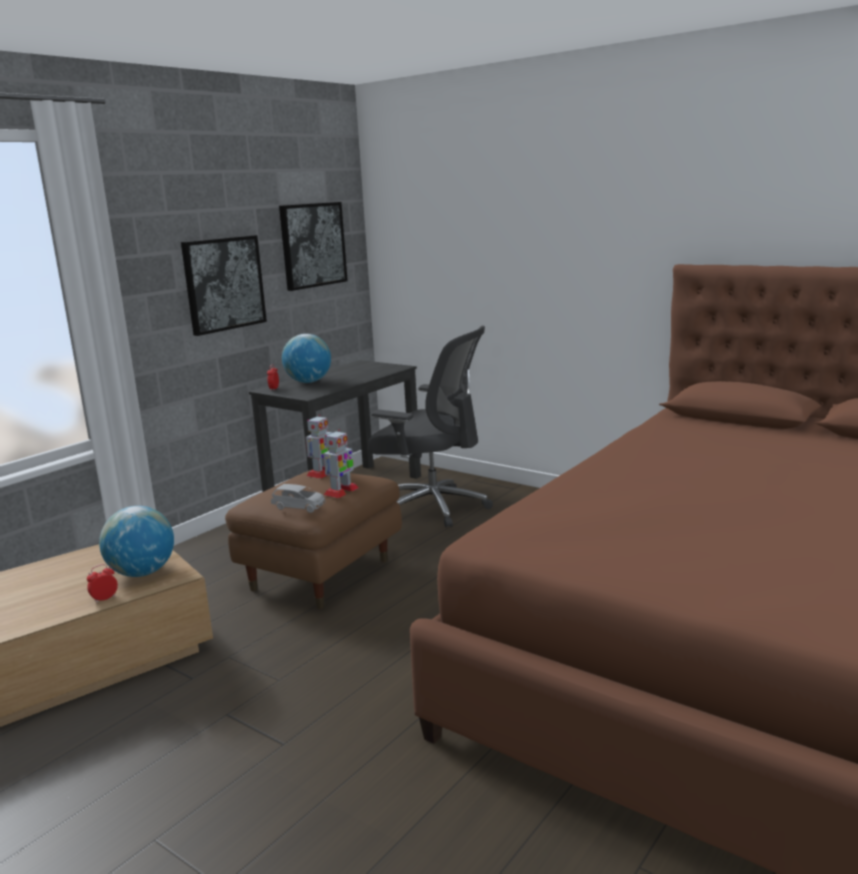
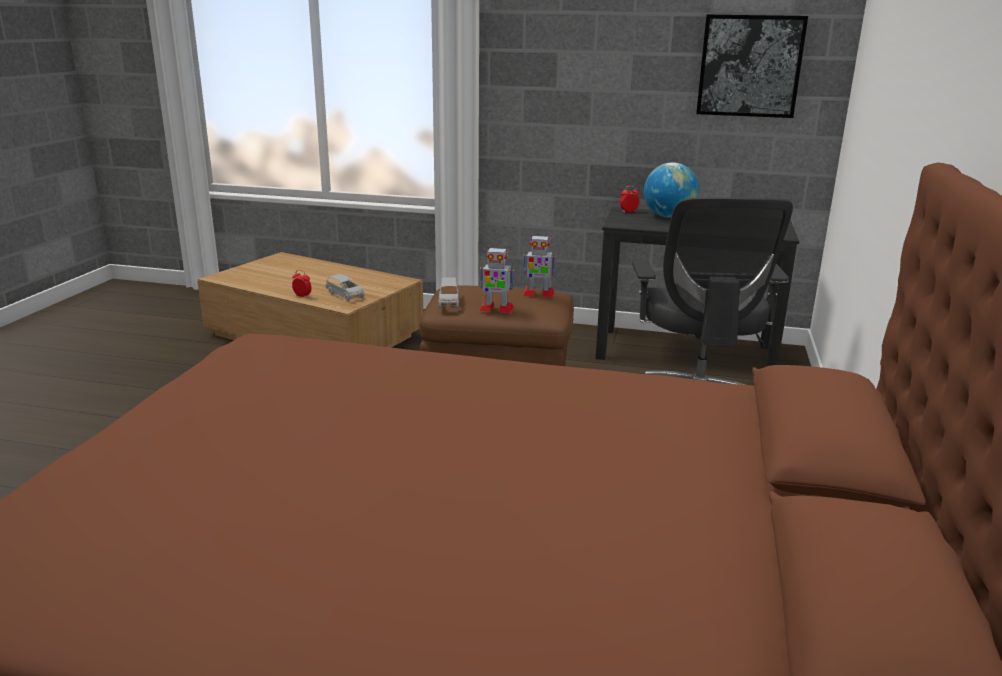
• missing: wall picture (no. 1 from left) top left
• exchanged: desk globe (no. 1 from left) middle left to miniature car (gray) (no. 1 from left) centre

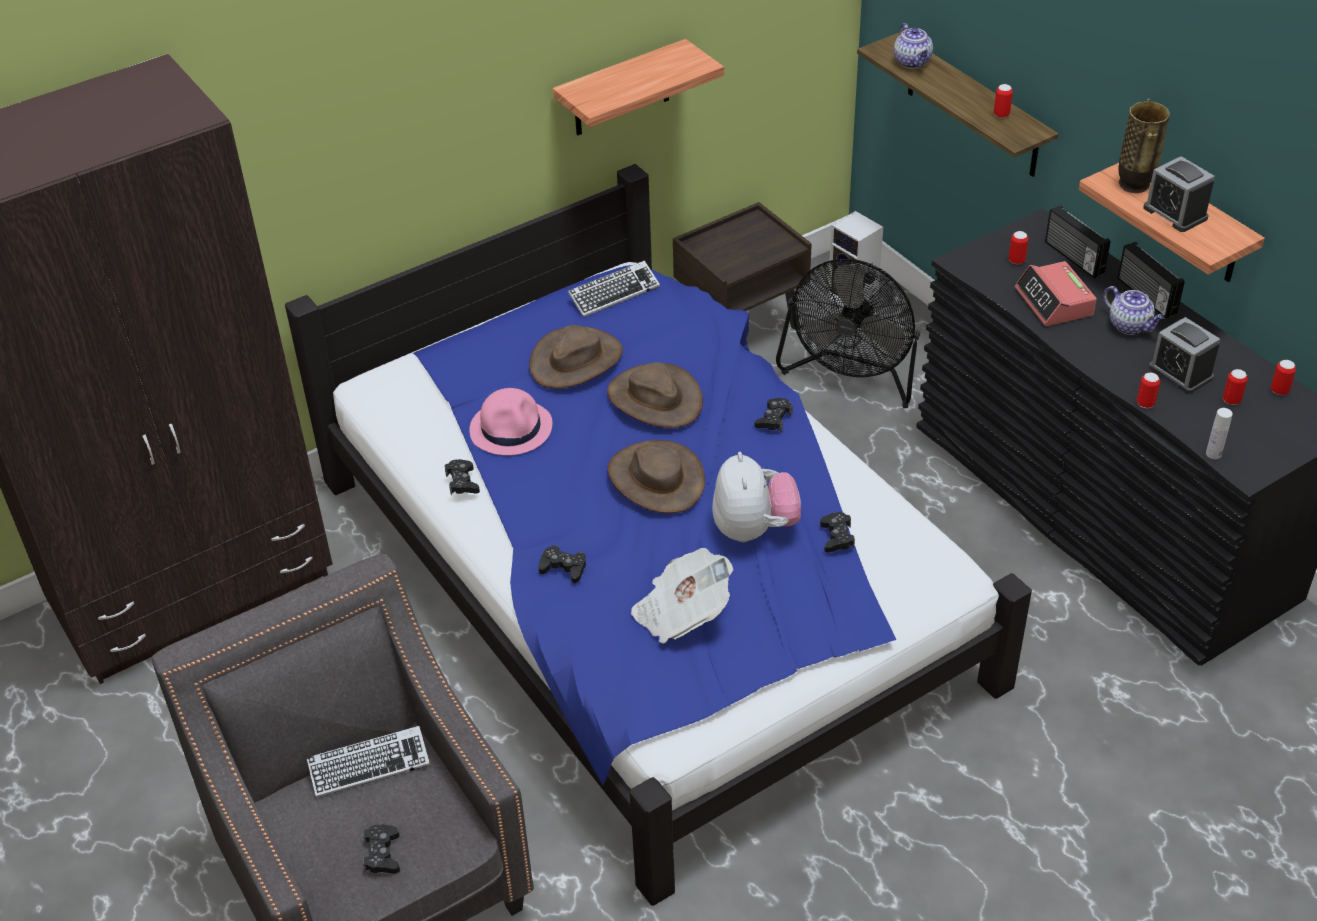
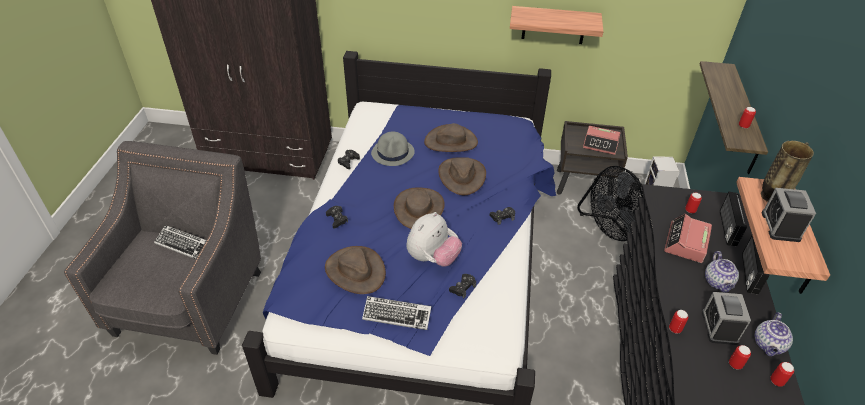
• relocated: tea pot (no. 1 from left in the first image) top right to tea pot (no. 2 from left) bottom right
• relocated: computer keyboard (no. 2 from left) top centre to bottom centre
• colour: wearable hat (pinkish) centre to wearable hat (gray) centre
• missing: beverage bottle (white-coloured) middle right
• exchanged: printed paper centre to wearable hat (brown) (no. 1 from left) bottom centre
• missing: joypad (black-coloured) (no. 1 from left) bottom left
• appeared: table clock (no. 1 from left) middle right

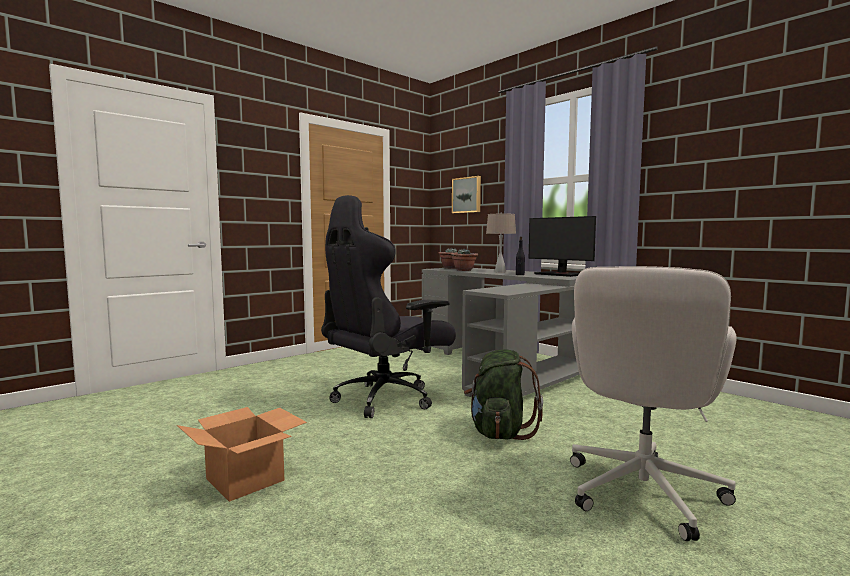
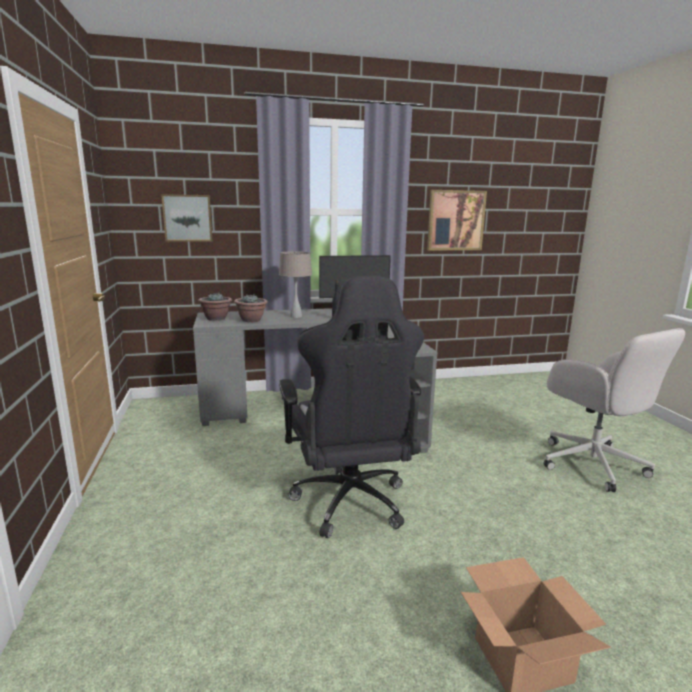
• missing: rucksack (green-coloured) bottom centre
• appeared: wall picture (no. 2 from left) top centre

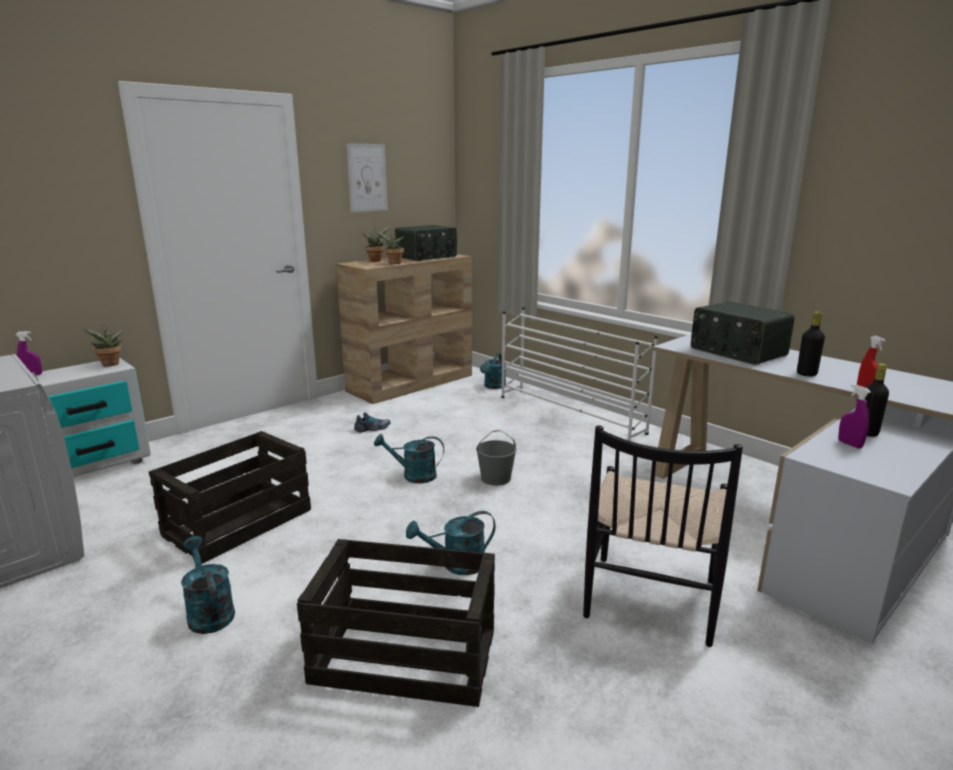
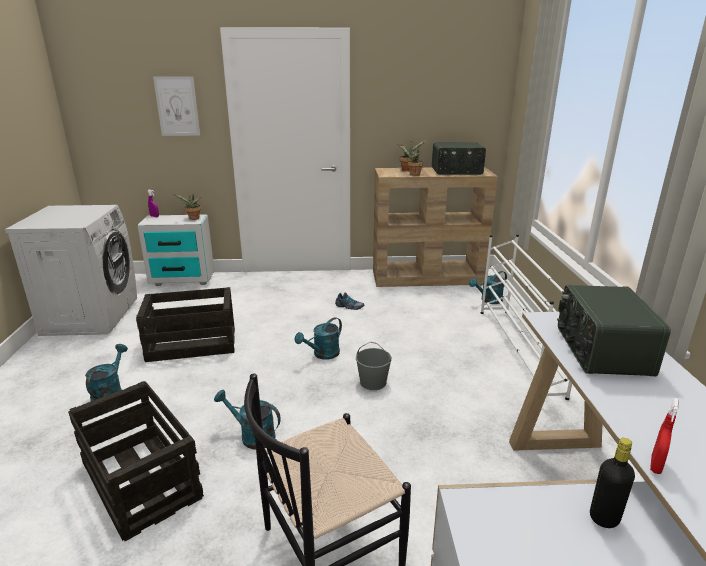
• relocated: wall picture top centre to top left
• missing: beverage bottle (black-coloured) (no. 1 from left) middle right
• missing: hand sprayer (purplish) (no. 2 from left) middle right
• spun: watering can (turquoise-coloured) (no. 2 from left in the first image) centre = centre 90 degrees counterclockwise

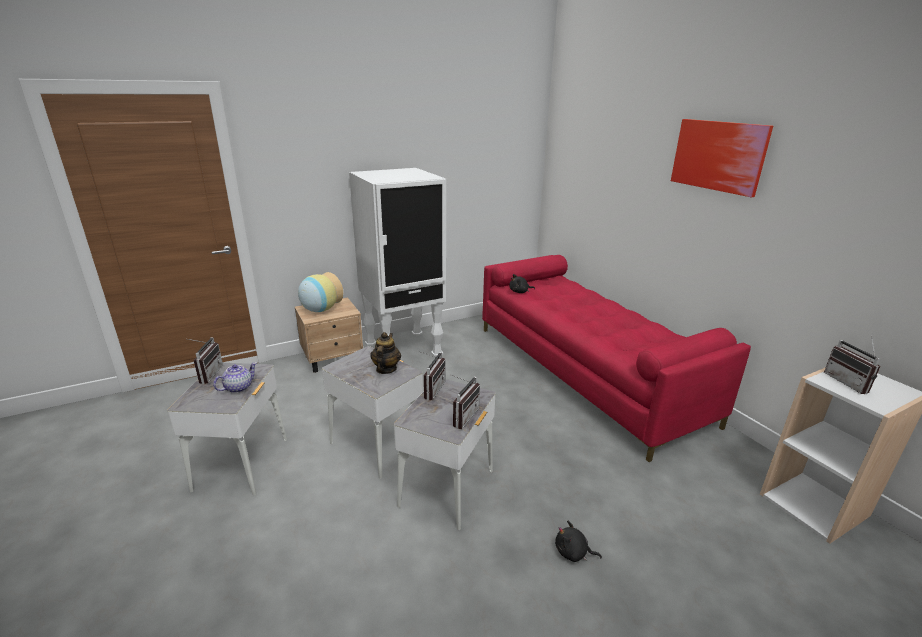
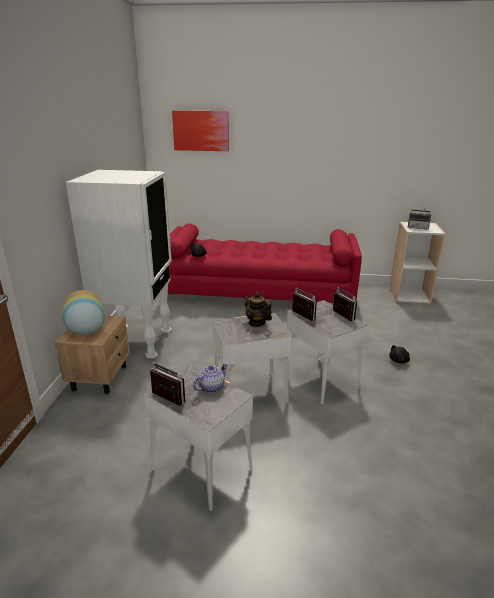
• relocated: wall picture top right to top centre
• spun: tea pot (no. 1 from left) middle left = centre 60 degrees clockwise

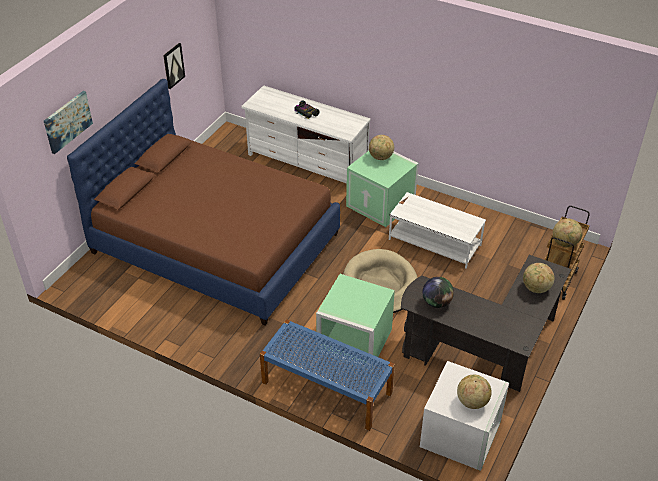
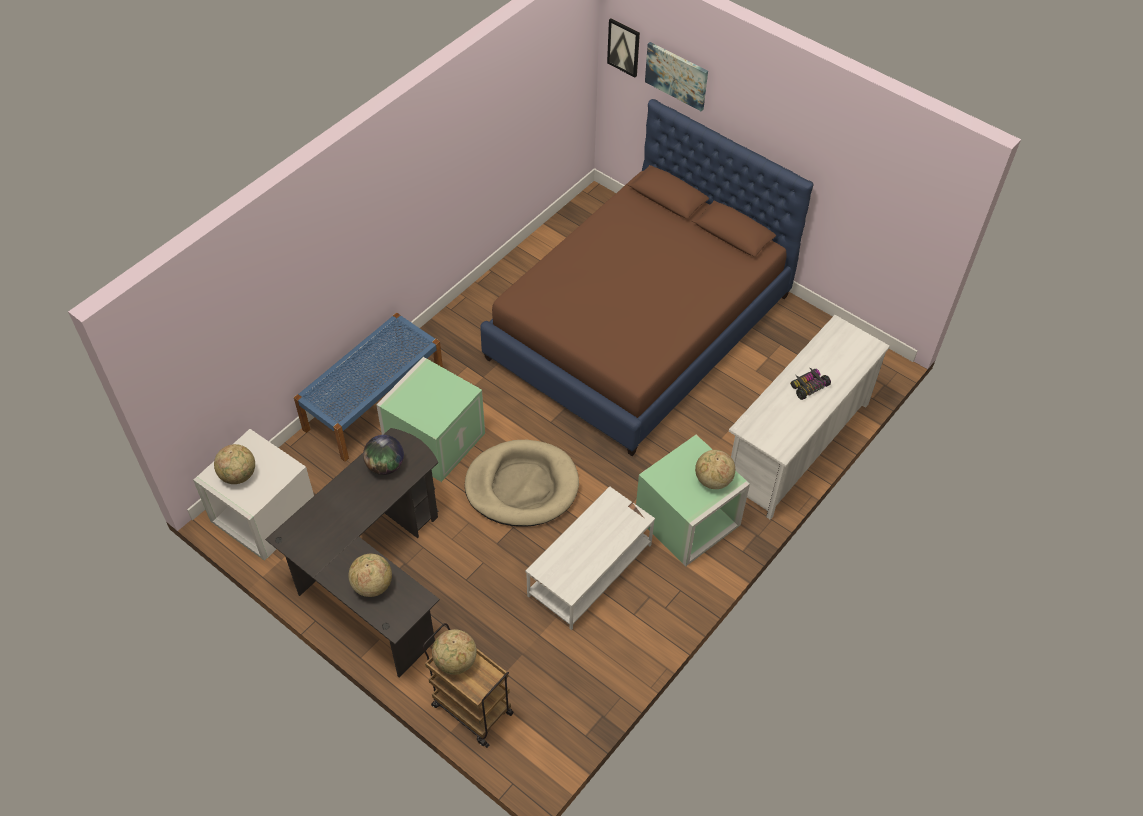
• relocated: wall picture (no. 2 from left in the first image) top left to wall picture (no. 1 from left) top centre

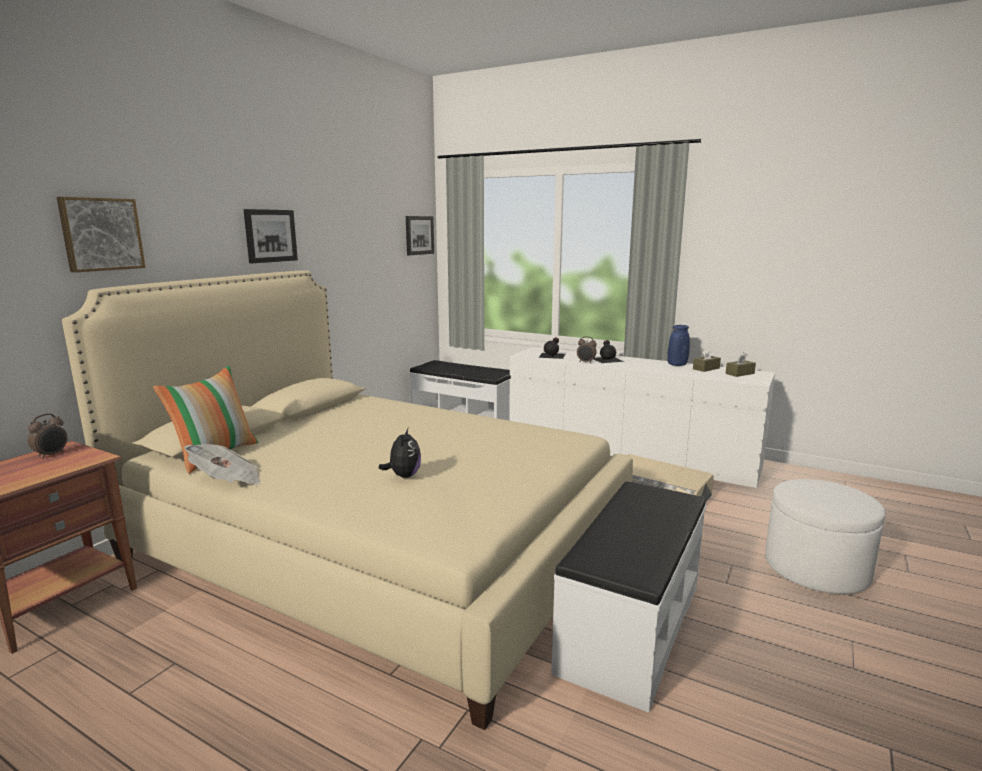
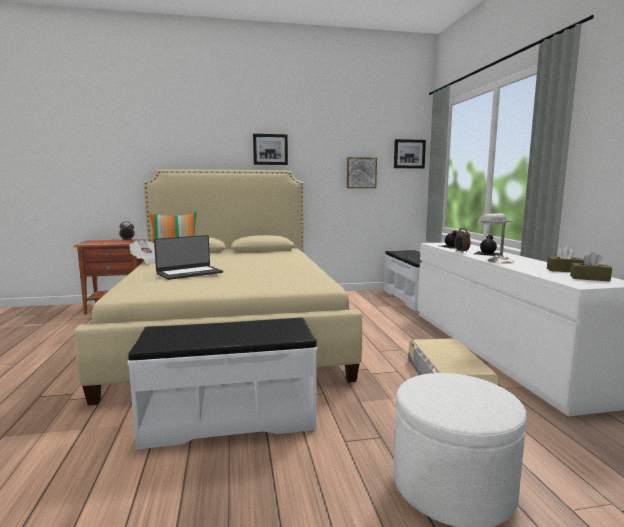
• relocated: wall picture (no. 1 from left in the first image) top left to wall picture (no. 2 from left) top centre
• missing: vase (blue) middle right
• exchanged: plush toy centre to notebook computer middle left
• appeared: lamp for a table (white-coloured) middle right

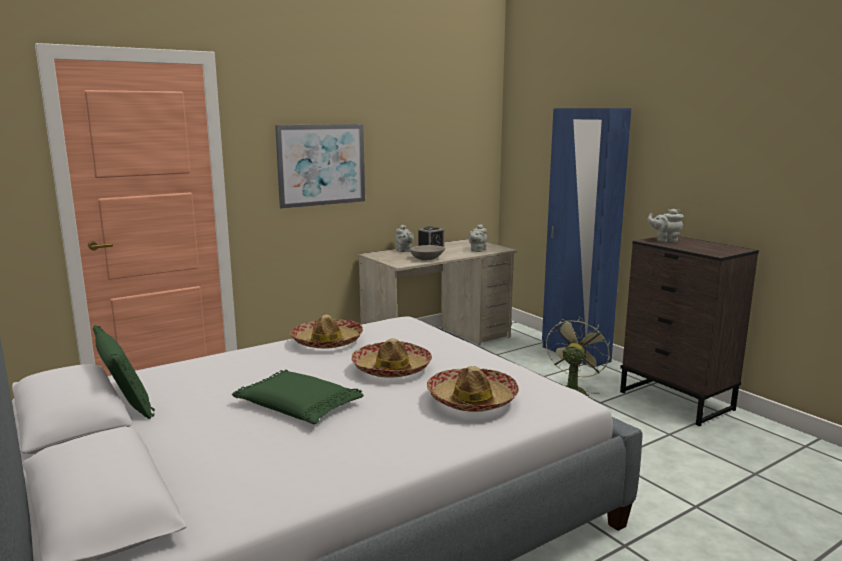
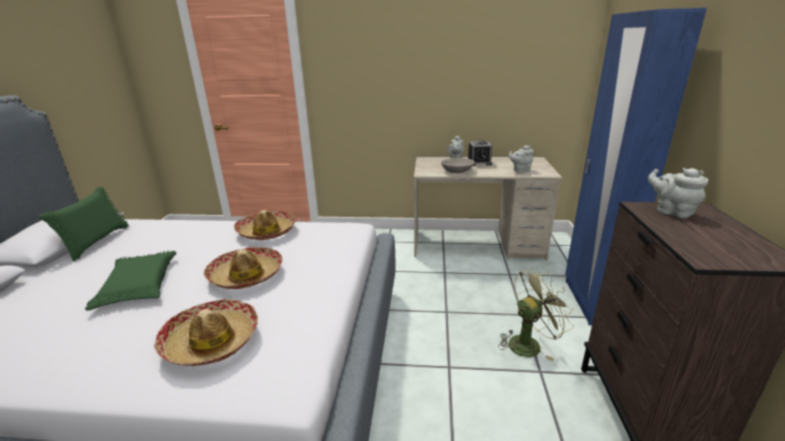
• missing: wall picture top centre

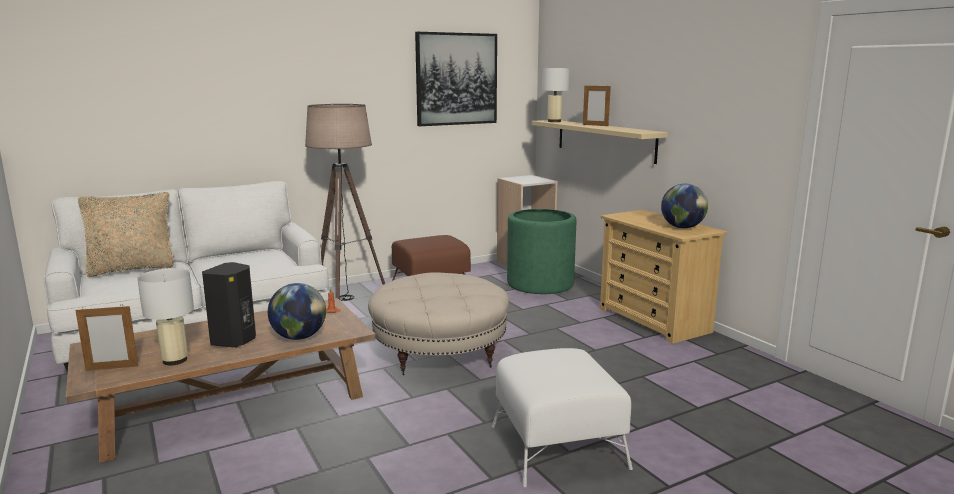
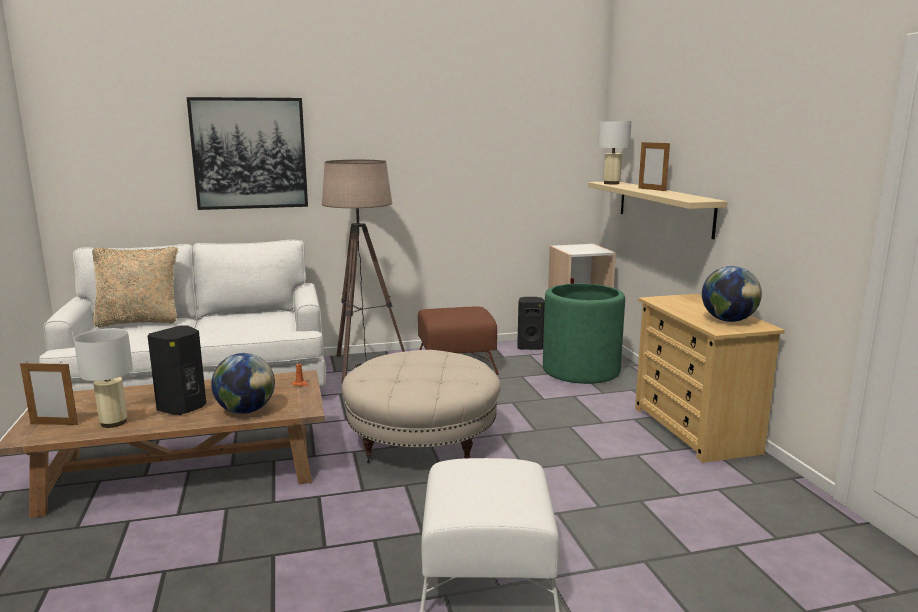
• relocated: wall picture top centre to top left
• appeared: audio speaker (black-coloured) (no. 2 from left) centre

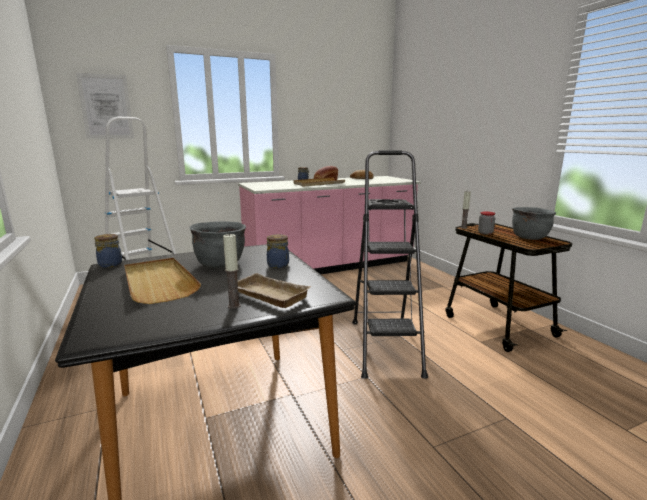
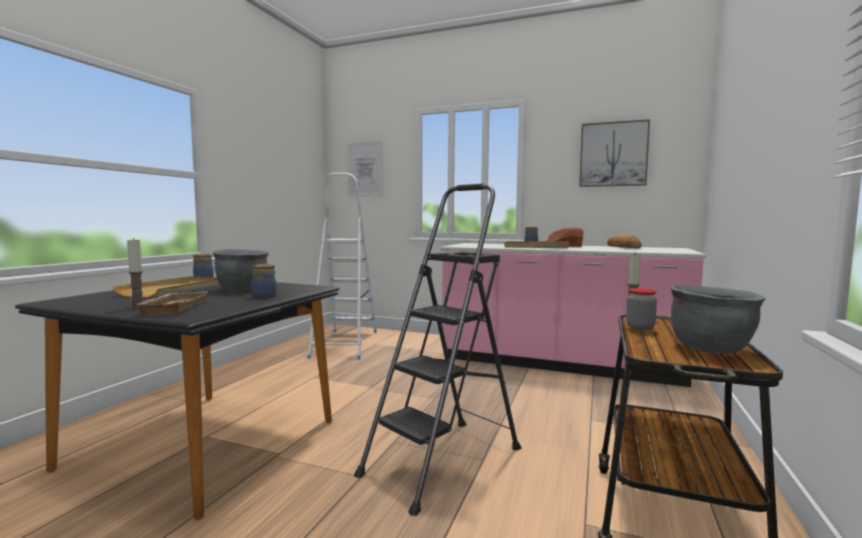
• appeared: wall picture (no. 2 from left) top right

